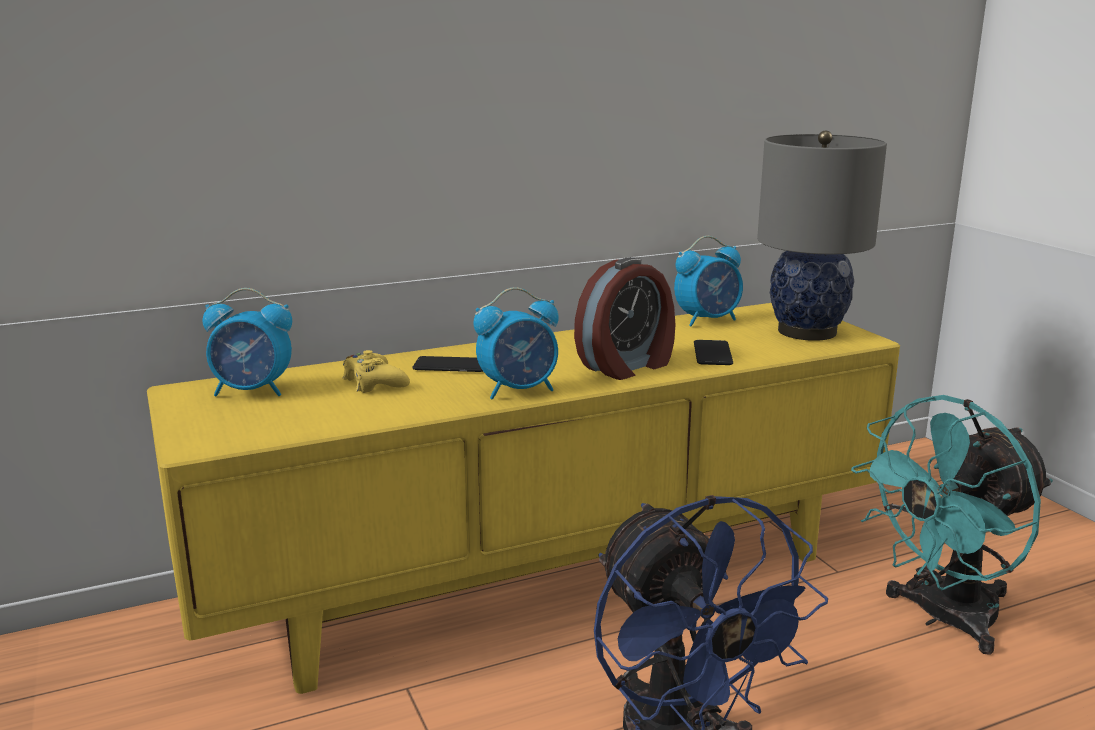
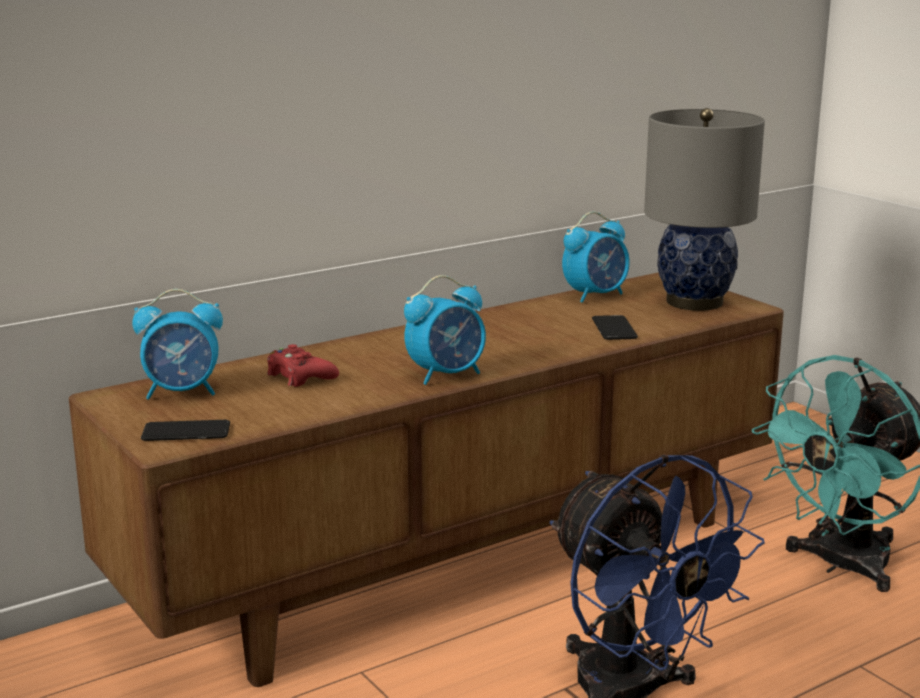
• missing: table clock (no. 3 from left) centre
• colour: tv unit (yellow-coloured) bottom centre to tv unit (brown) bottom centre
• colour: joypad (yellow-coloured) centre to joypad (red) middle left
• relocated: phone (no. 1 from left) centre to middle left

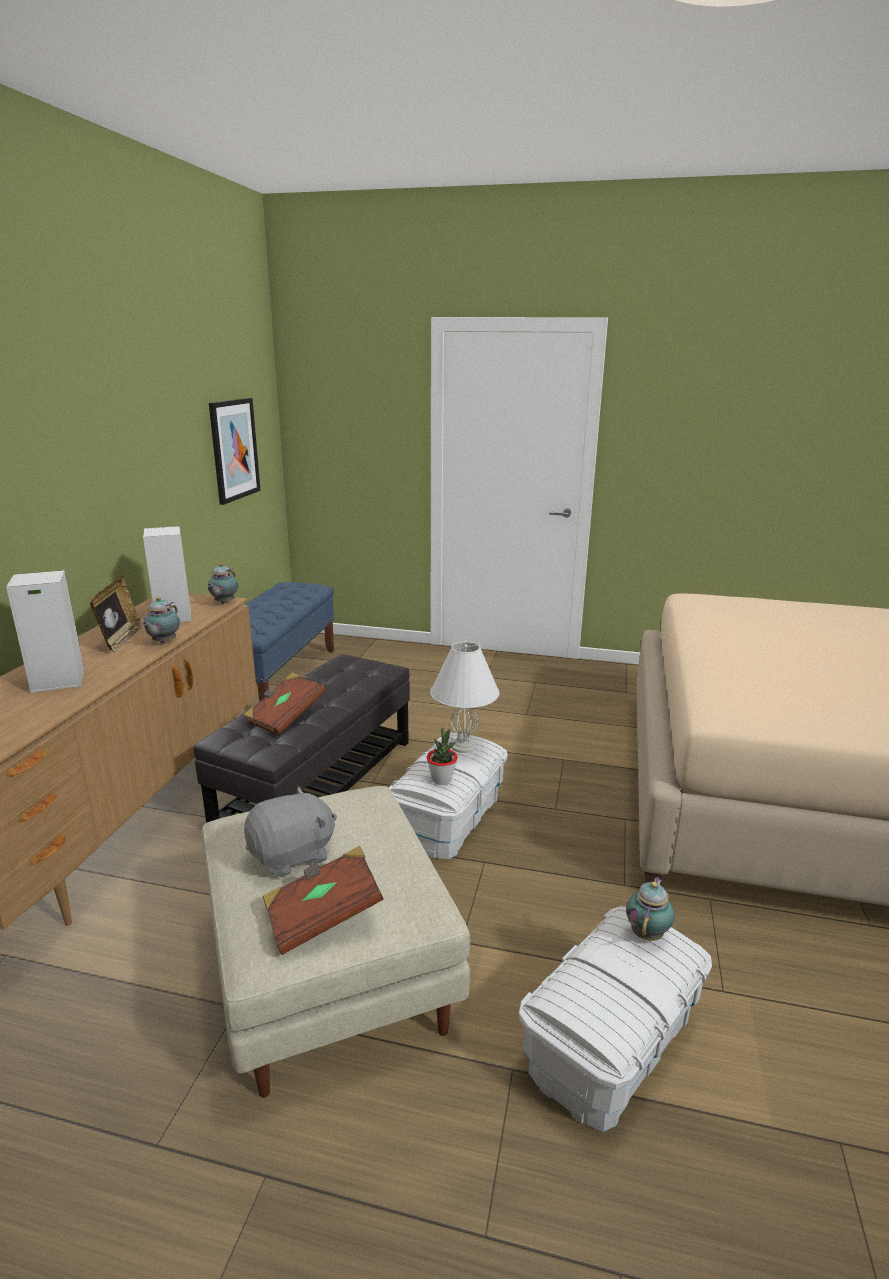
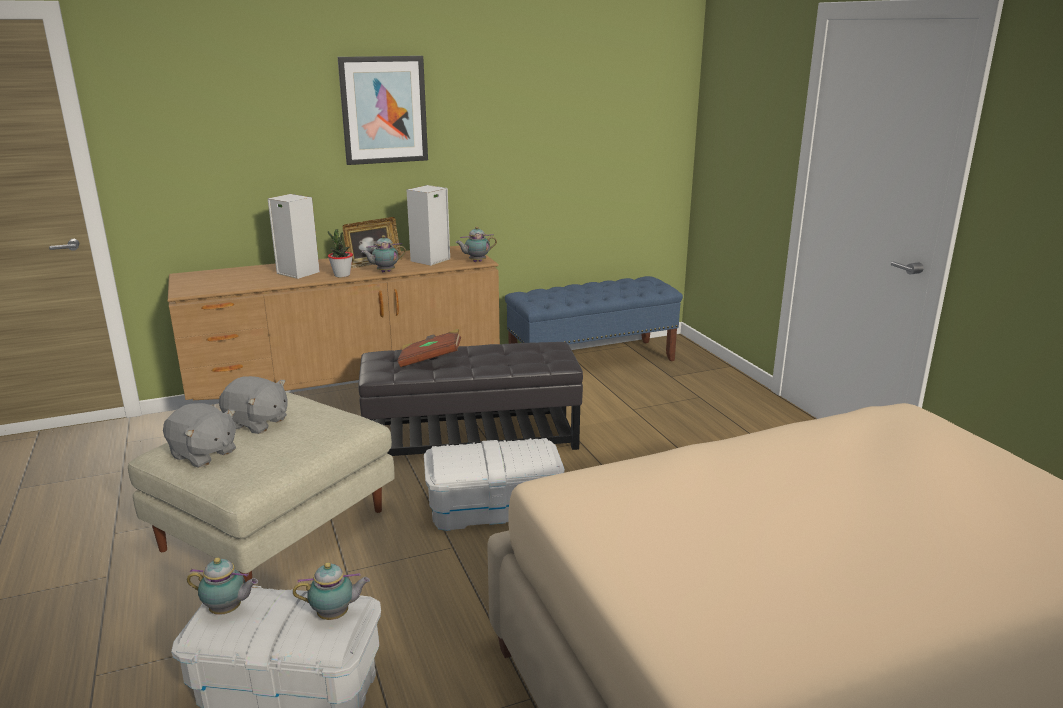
• relocated: wall picture middle left to top centre
• missing: lamp for a table (white-coloured) centre
• relocated: potted plant centre to middle left
• exchanged: bound book (brown) (no. 2 from left) bottom centre to plush toy (gray) (no. 1 from left) middle left
• appeared: tea pot (no. 1 from left) bottom left

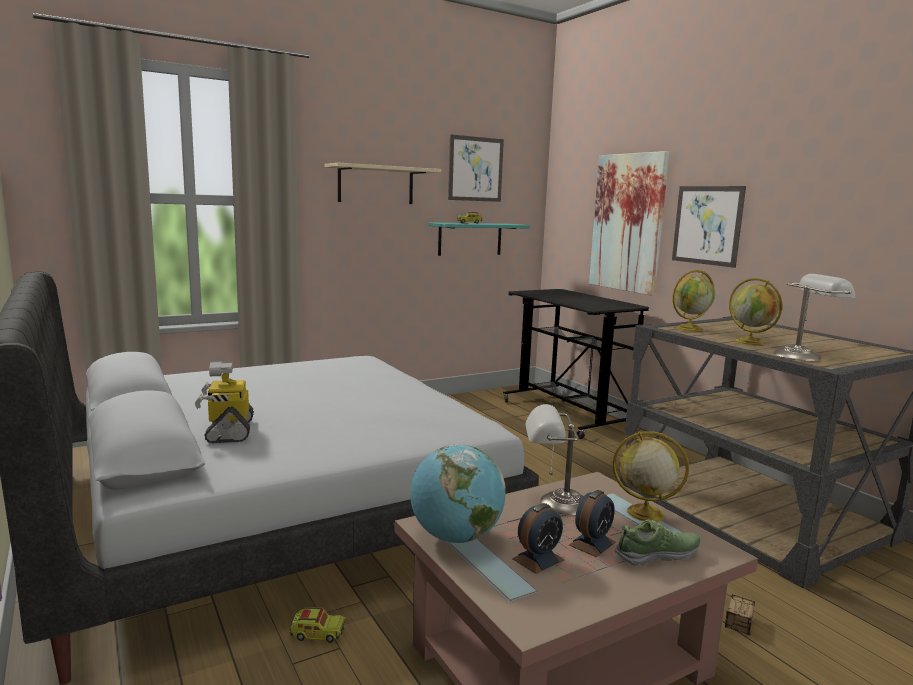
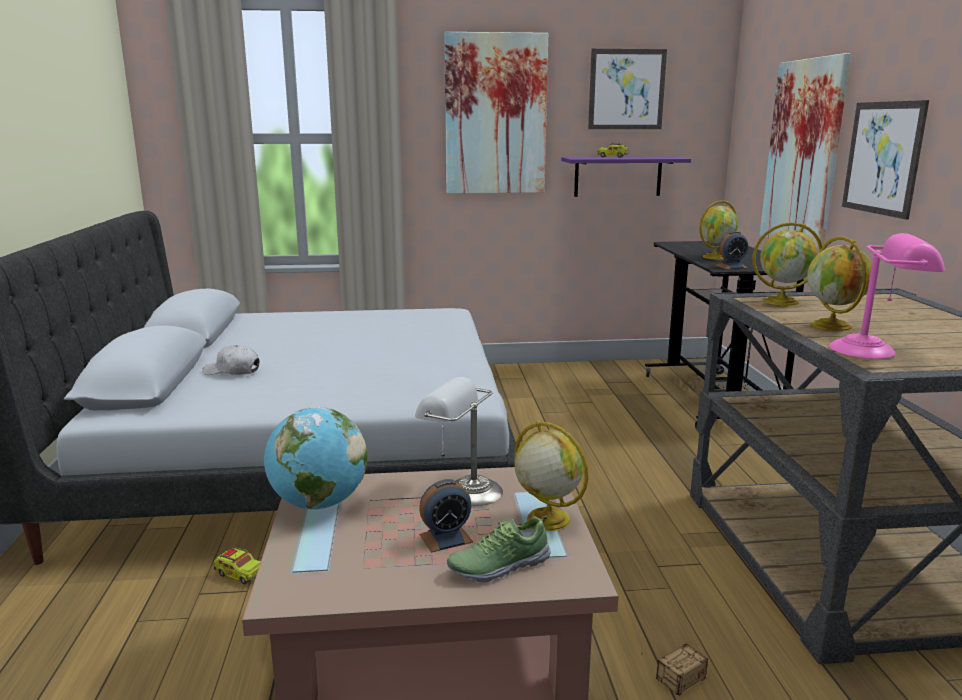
• exchanged: shelf (beige-coloured) top centre to wall picture (no. 1 from left) top centre
• colour: shelf (turquoise-coloured) centre to shelf (purplish) top centre
• colour: lamp for a table (white-coloured) (no. 2 from left) middle right to lamp for a table (pinkish) middle right
• exchanged: robot figure middle left to baseball cap (white-coloured) middle left
• relocated: table clock (no. 1 from left in the first image) bottom centre to table clock (no. 2 from left) middle right
• spun: shoe bottom right = bottom centre 150 degrees clockwise
• appeared: desk globe (no. 3 from left) top right

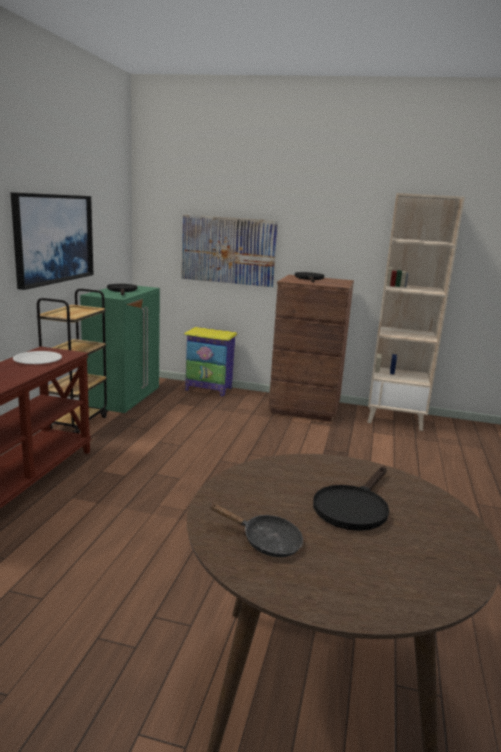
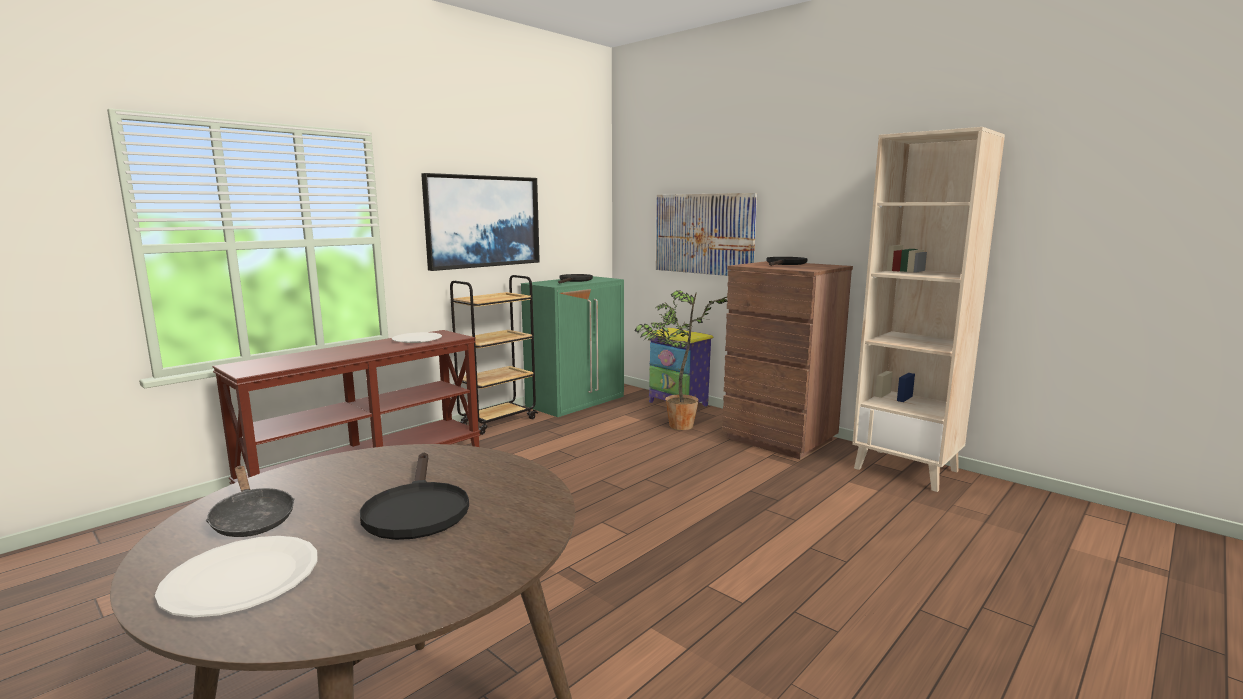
• spun: skillet (black-coloured) (no. 4 from left in the first image) middle right = bottom left 75 degrees counterclockwise
• appeared: potted plant centre
• appeared: plate (white-coloured) (no. 1 from left) bottom left

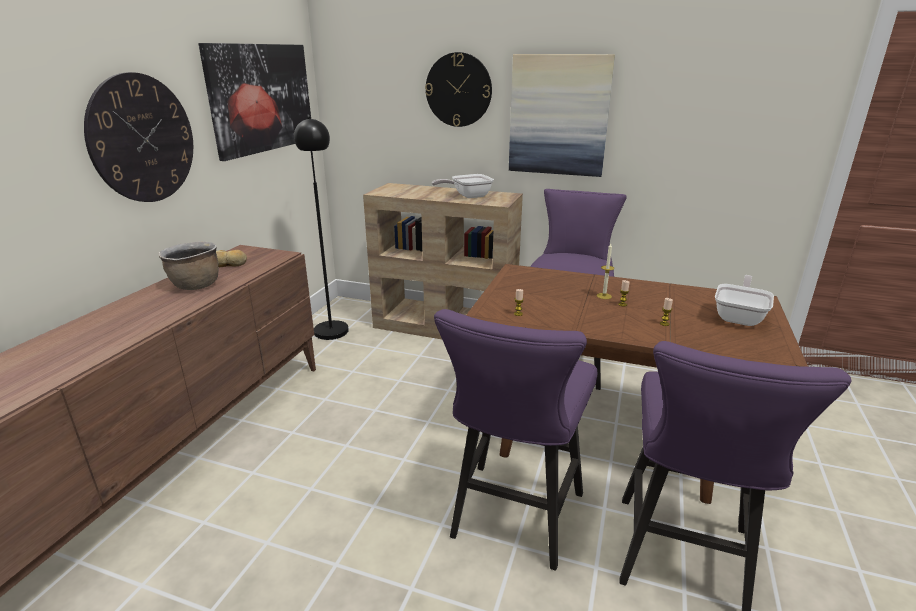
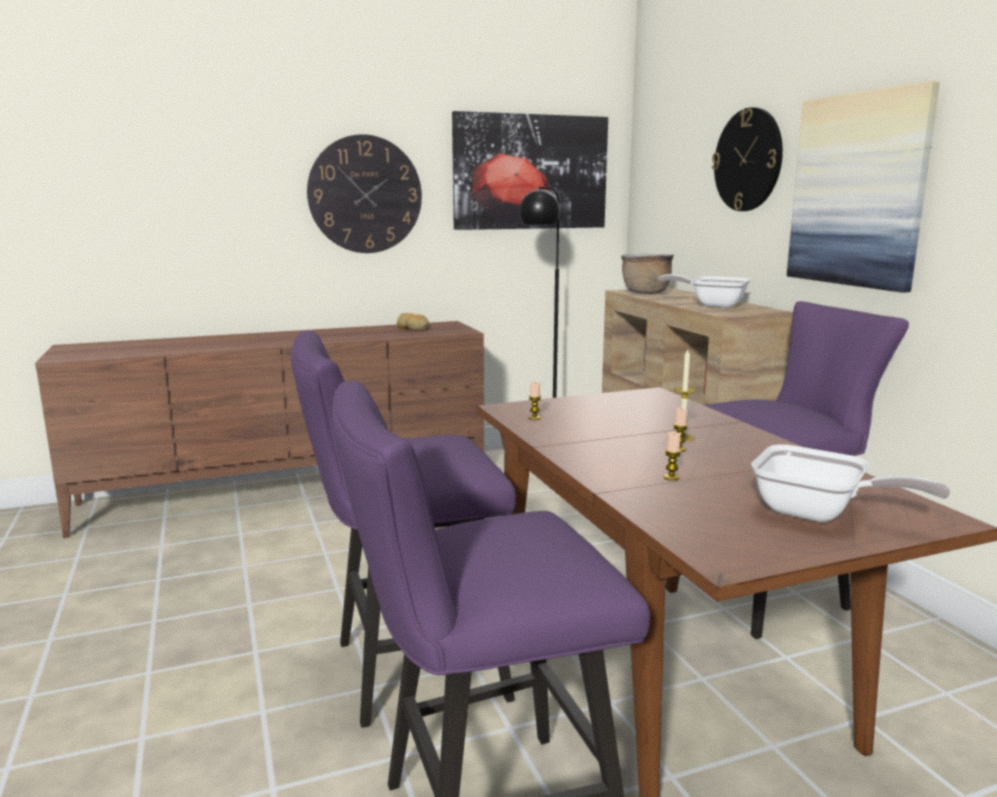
• relocated: stockpot (brown) middle left to centre
• spun: skillet (no. 2 from left) middle right = middle right 45 degrees clockwise

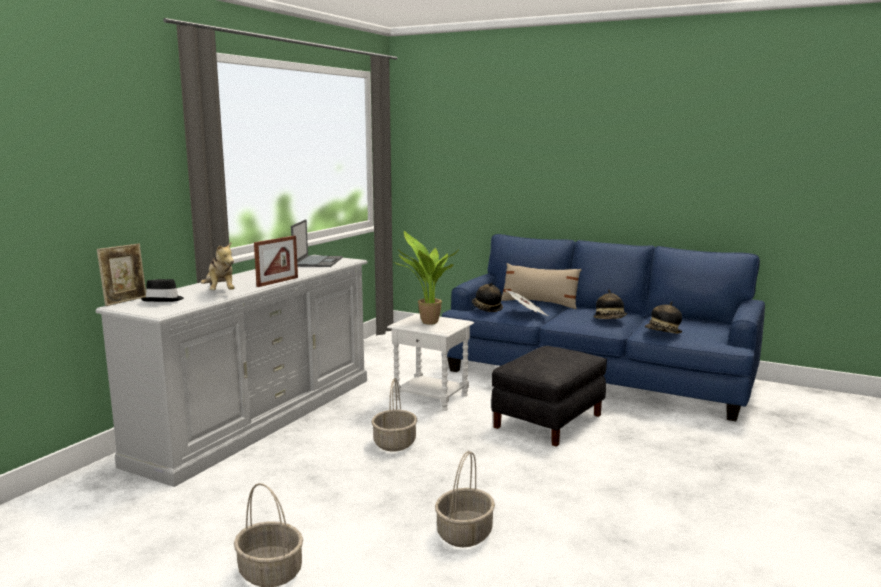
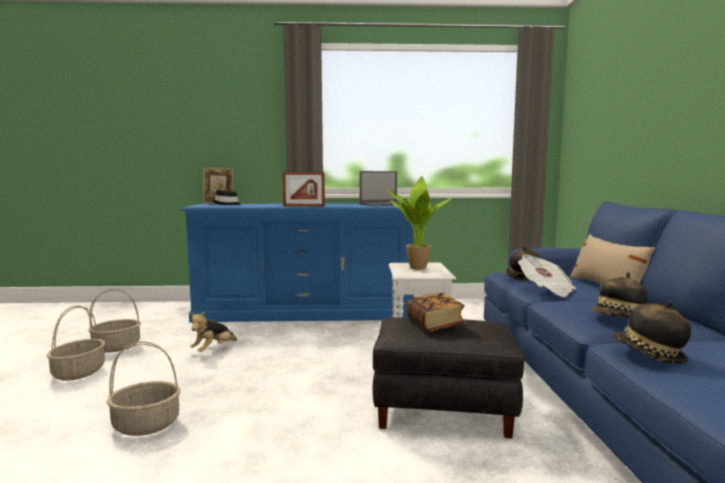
• relocated: plush toy middle left to bottom left
• colour: cabinet (white-coloured) middle left to cabinet (blue) centre
• relocated: basket (no. 2 from left) bottom centre to middle left
• appeared: bound book centre

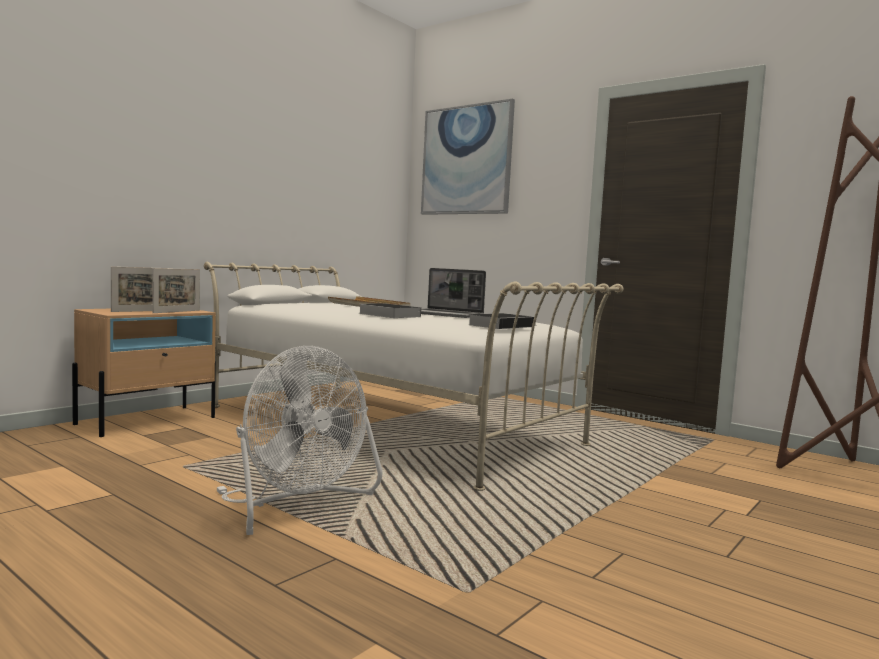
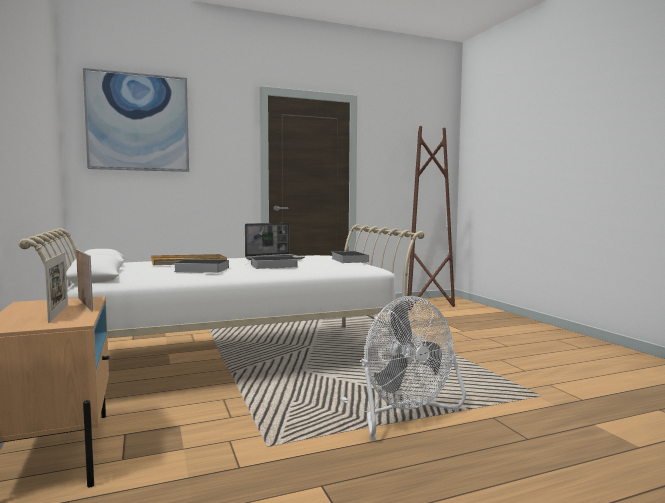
• spun: electric fan (white-coloured) bottom centre = bottom centre 75 degrees clockwise
• appeared: bound book (no. 1 from left) middle left

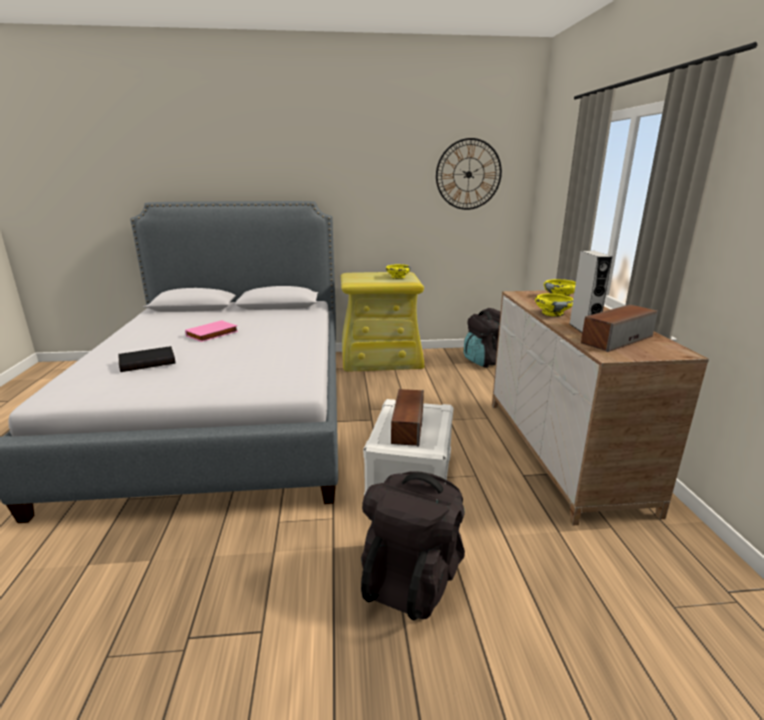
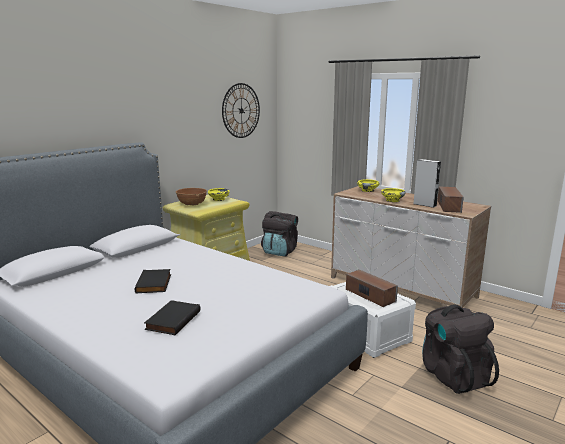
• colour: bound book (pinkish) middle left to bound book (black-coloured) (no. 1 from left) middle left
• appeared: serving bowl (brown) centre

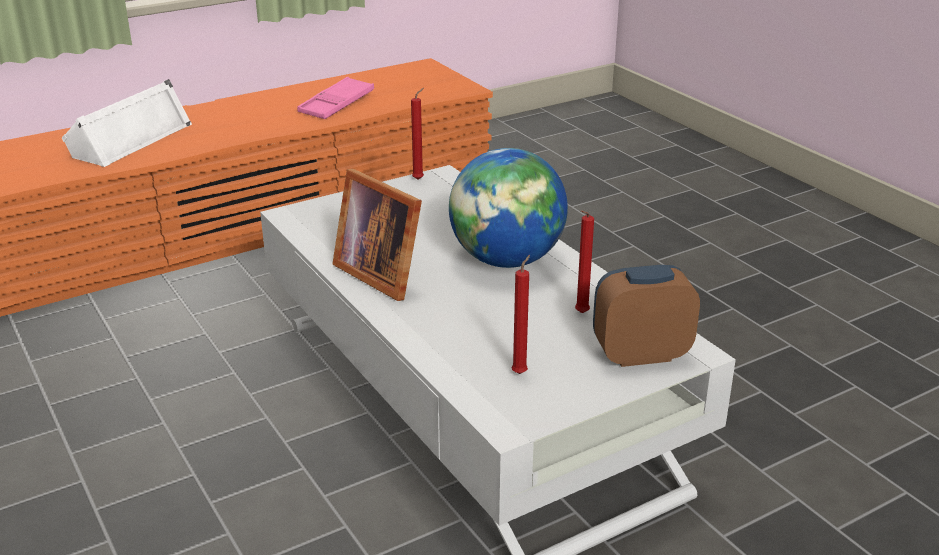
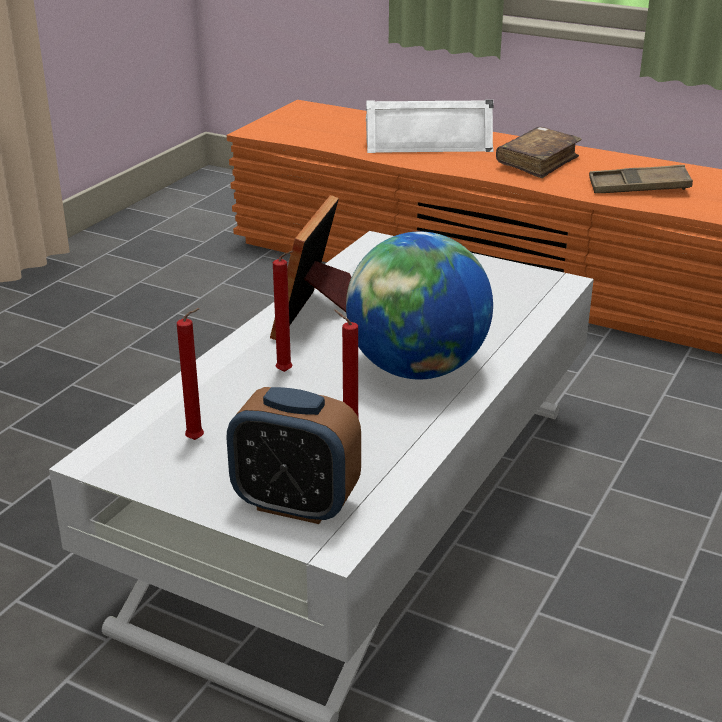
• colour: serving tray (pinkish) top centre to serving tray (brown) top right
• relocated: candle (red) (no. 1 from left in the first image) top centre to candle (red) (no. 2 from left) centre
• spun: table clock middle right = centre 150 degrees clockwise
• appeared: bound book (brown) top right

